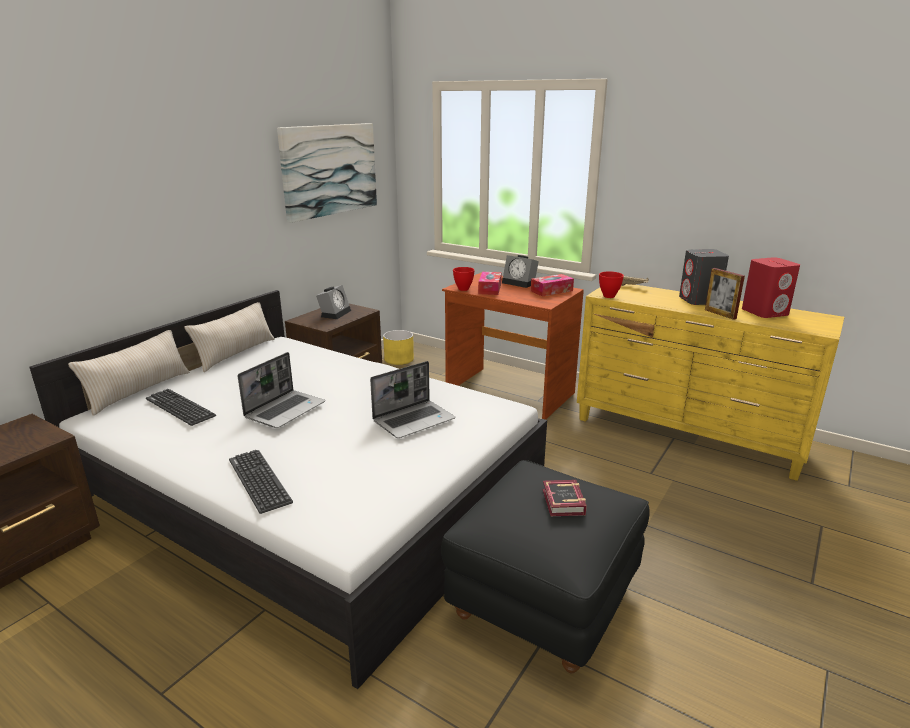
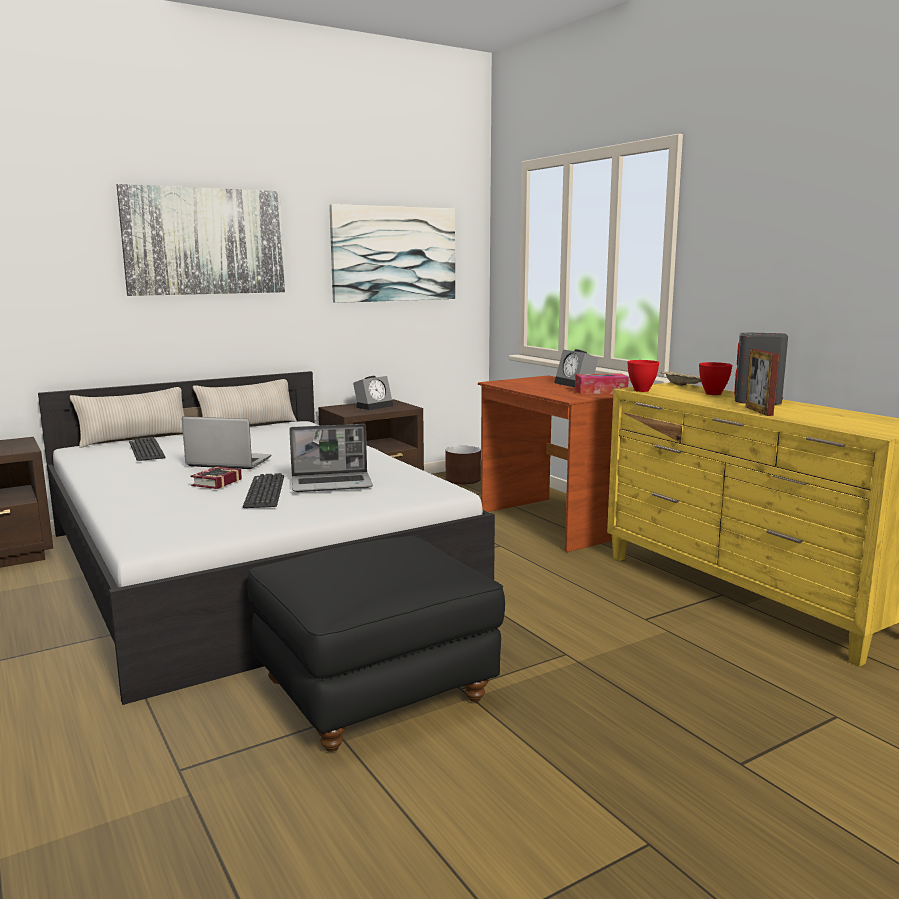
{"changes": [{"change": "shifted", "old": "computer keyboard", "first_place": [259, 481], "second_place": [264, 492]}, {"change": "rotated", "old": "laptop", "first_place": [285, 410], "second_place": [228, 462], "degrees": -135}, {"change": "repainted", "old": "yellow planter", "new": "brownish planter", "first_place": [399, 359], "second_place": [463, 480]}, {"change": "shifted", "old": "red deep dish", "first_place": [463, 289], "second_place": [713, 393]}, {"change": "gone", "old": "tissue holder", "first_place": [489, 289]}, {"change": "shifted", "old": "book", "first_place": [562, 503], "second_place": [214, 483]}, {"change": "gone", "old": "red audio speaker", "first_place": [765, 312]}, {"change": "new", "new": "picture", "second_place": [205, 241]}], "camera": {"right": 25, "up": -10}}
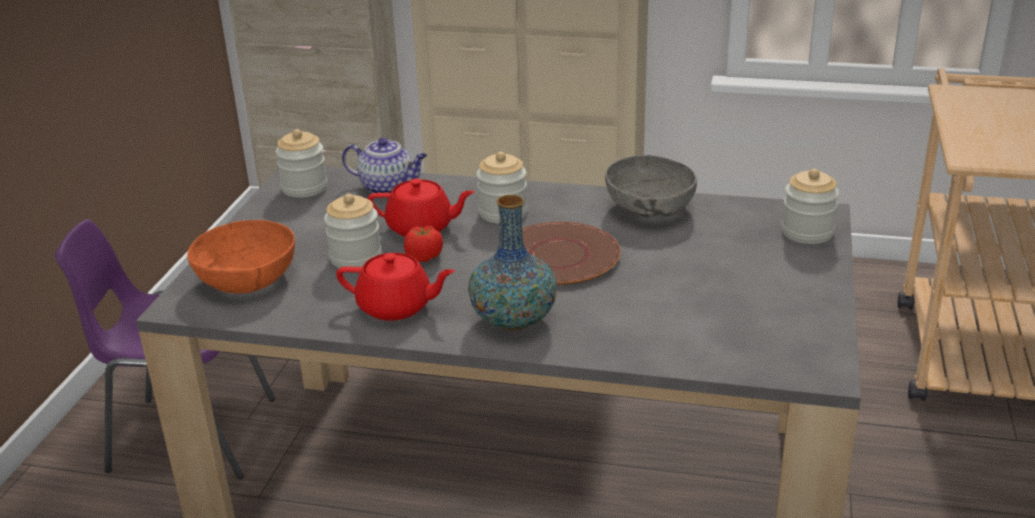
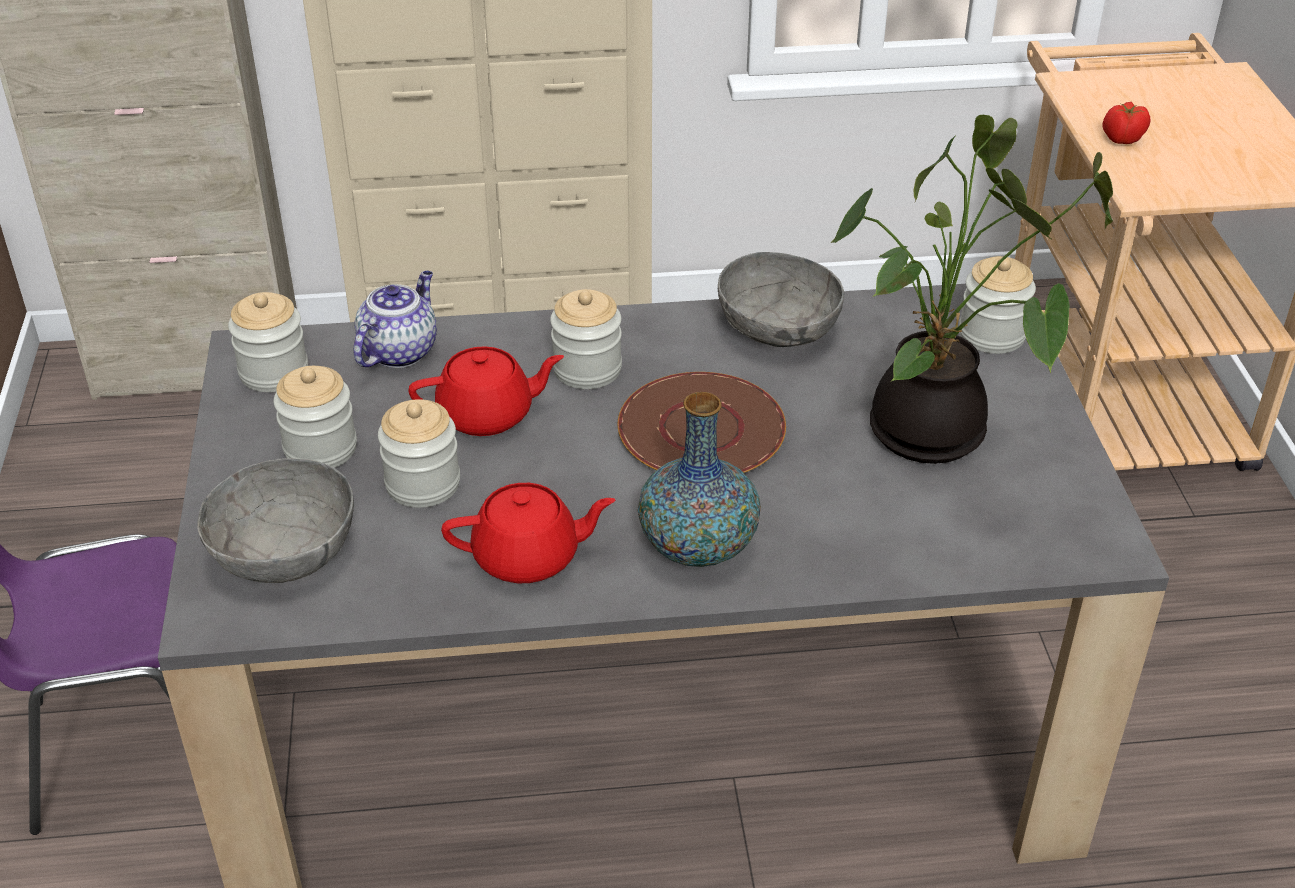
{"changes": [{"change": "repainted", "old": "orange-coloured deep dish", "new": "grey deep dish", "first_place": [247, 279], "second_place": [284, 552]}, {"change": "rotated", "old": "tea pot", "first_place": [388, 187], "second_place": [399, 351], "degrees": -60}, {"change": "shifted", "old": "whole tomato", "first_place": [424, 257], "second_place": [1122, 139]}, {"change": "new", "new": "jar", "second_place": [320, 449]}, {"change": "new", "new": "houseplant", "second_place": [935, 437]}], "camera": {"right": -20, "up": 10}}
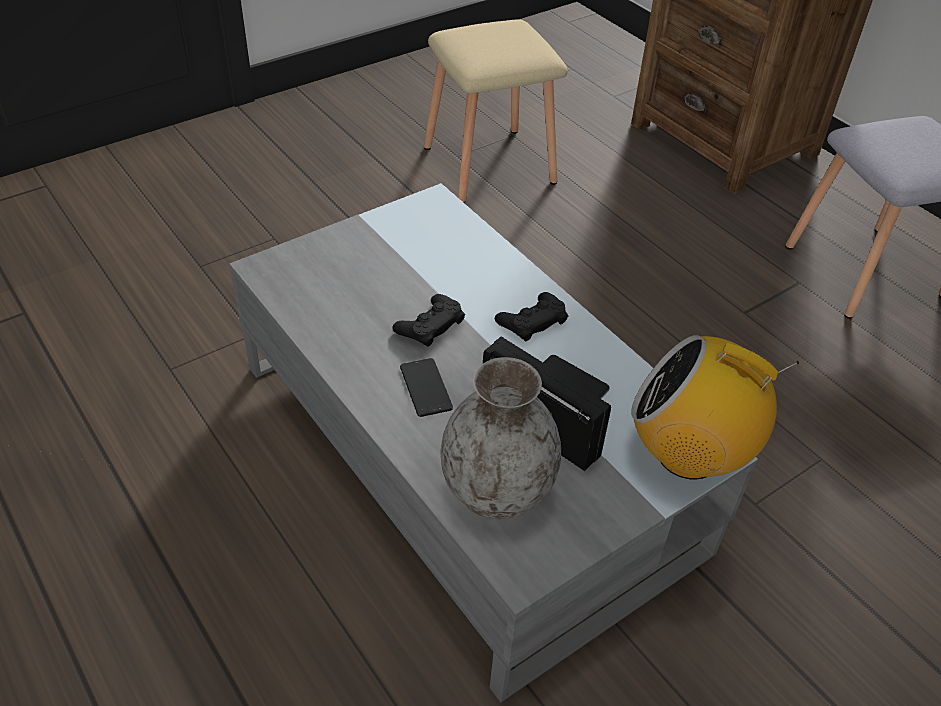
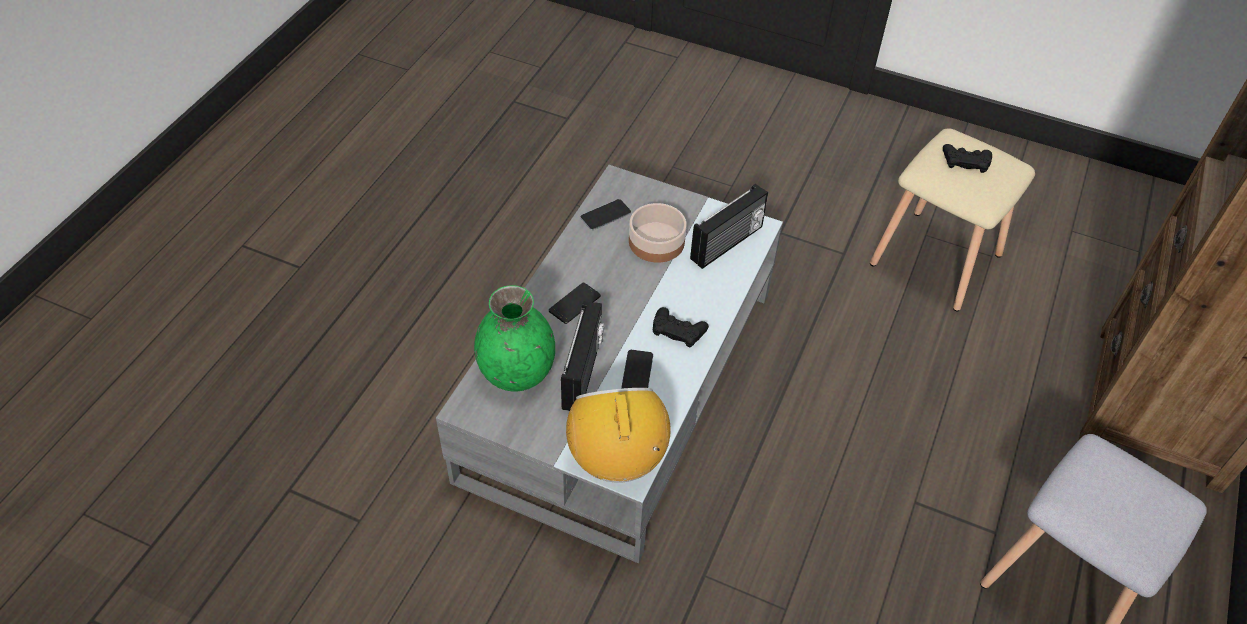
{"changes": [{"change": "shifted", "old": "black-coloured game controller", "first_place": [430, 325], "second_place": [966, 161]}, {"change": "repainted", "old": "grey vase", "new": "green vase", "first_place": [496, 491], "second_place": [516, 372]}, {"change": "new", "new": "phone", "second_place": [605, 215]}, {"change": "new", "new": "deep dish", "second_place": [657, 242]}, {"change": "new", "new": "radio receiver", "second_place": [728, 244]}], "camera": {"right": 60, "up": 5}}
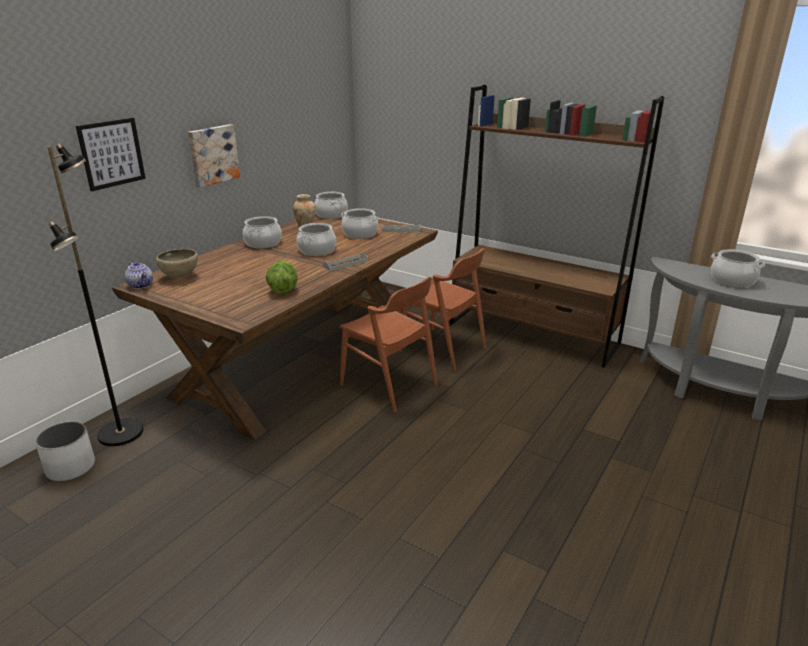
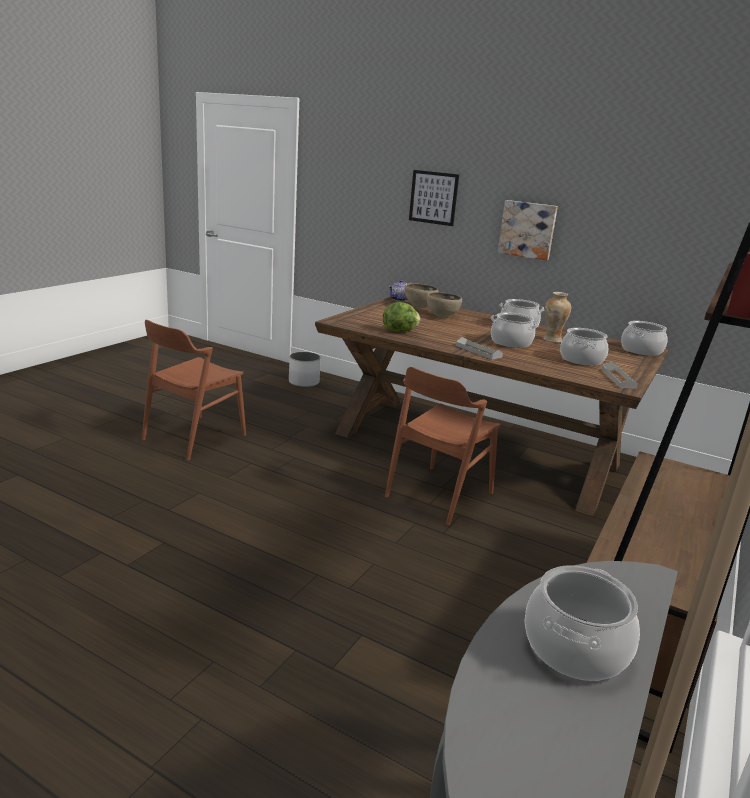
{"changes": [{"change": "gone", "old": "black-coloured standing lamp", "first_place": [122, 433]}, {"change": "shifted", "old": "brownish upright chair", "first_place": [443, 348], "second_place": [194, 437]}, {"change": "new", "new": "brownish deep dish", "second_place": [442, 317]}], "camera": {"right": 85, "up": -5}}
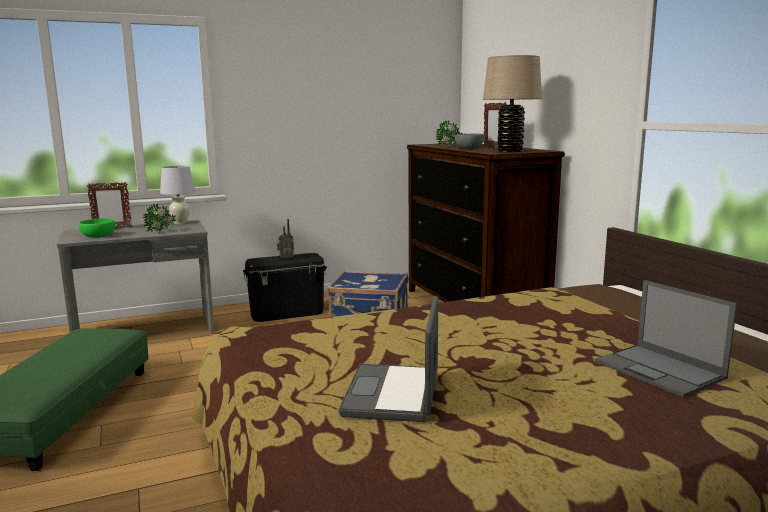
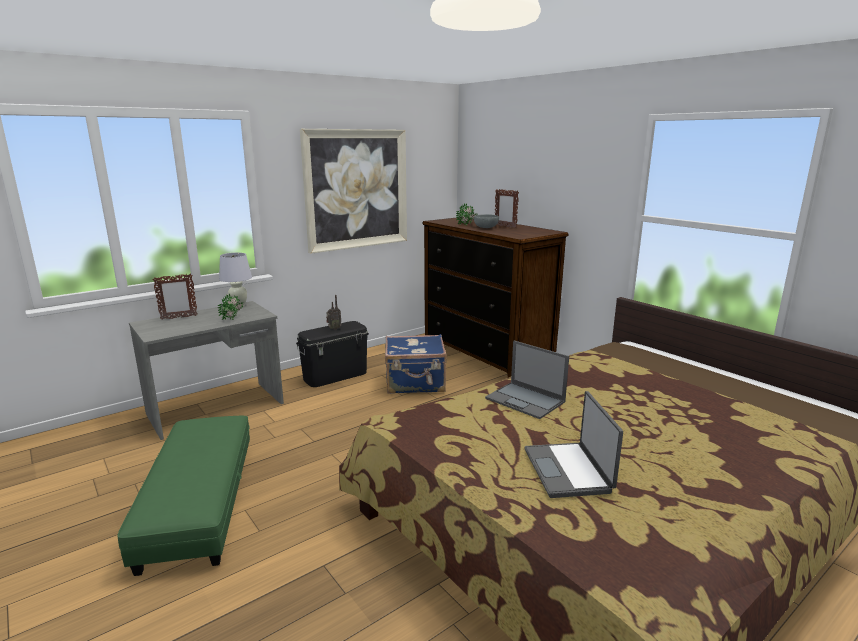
{"changes": [{"change": "gone", "old": "green deep dish", "first_place": [97, 236]}, {"change": "gone", "old": "beige-coloured lamp for a table", "first_place": [510, 151]}, {"change": "shifted", "old": "laptop", "first_place": [660, 370], "second_place": [526, 400]}, {"change": "new", "new": "picture", "second_place": [356, 189]}], "camera": {"right": -15, "up": 5}}
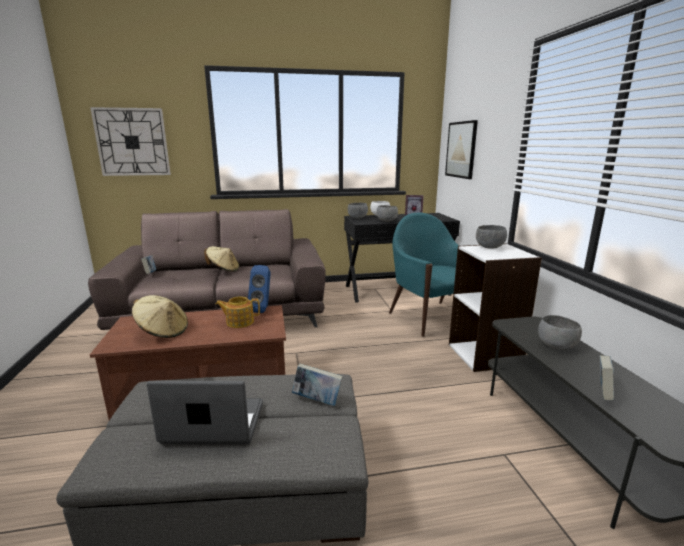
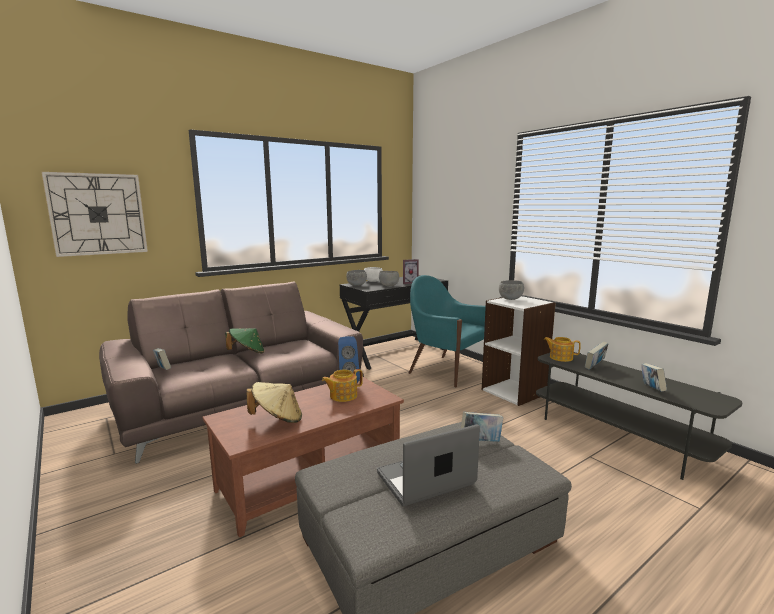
{"changes": [{"change": "repainted", "old": "beige-coloured wearable hat", "new": "green wearable hat", "first_place": [223, 270], "second_place": [247, 353]}, {"change": "gone", "old": "picture", "first_place": [461, 150]}, {"change": "swapped", "old": "grey deep dish", "new": "book", "first_place": [555, 346], "second_place": [595, 366]}, {"change": "new", "new": "tea pot", "second_place": [560, 357]}], "camera": {"right": -25, "up": -5}}
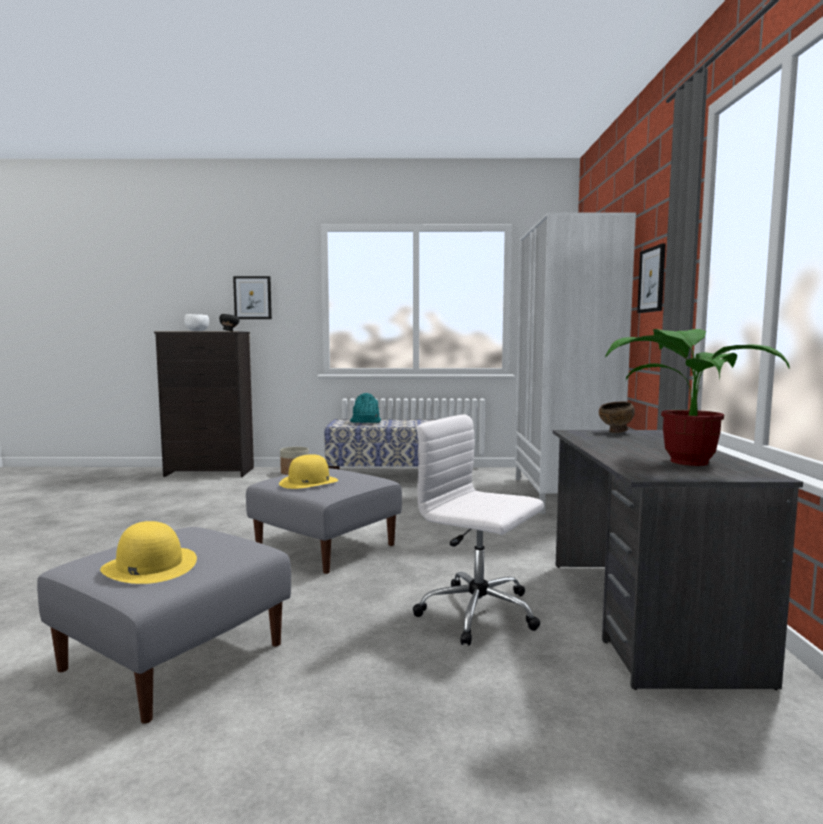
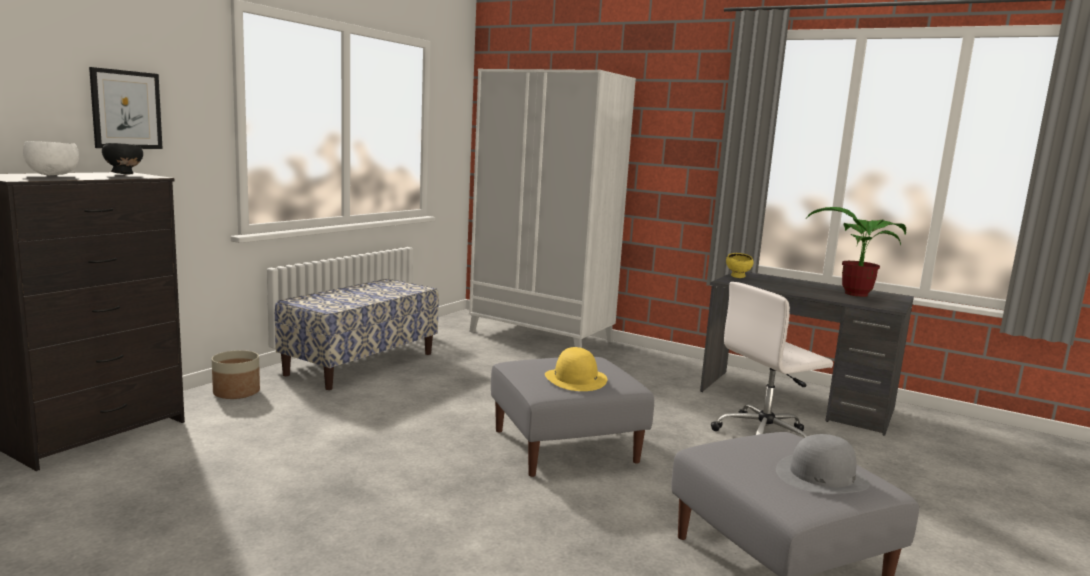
{"changes": [{"change": "repainted", "old": "yellow wearable hat", "new": "grey wearable hat", "first_place": [149, 566], "second_place": [821, 476]}, {"change": "gone", "old": "blue-green wearable hat", "first_place": [365, 422]}, {"change": "repainted", "old": "brownish deep dish", "new": "yellow deep dish", "first_place": [616, 432], "second_place": [738, 277]}, {"change": "gone", "old": "picture", "first_place": [652, 280]}], "camera": {"right": -60, "up": 5}}
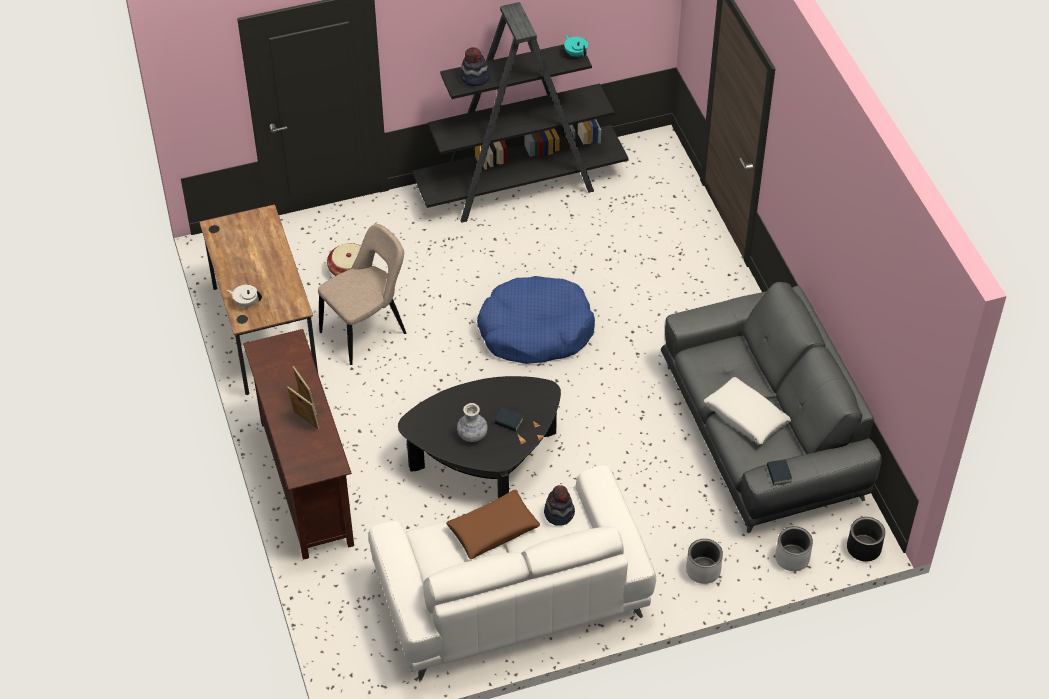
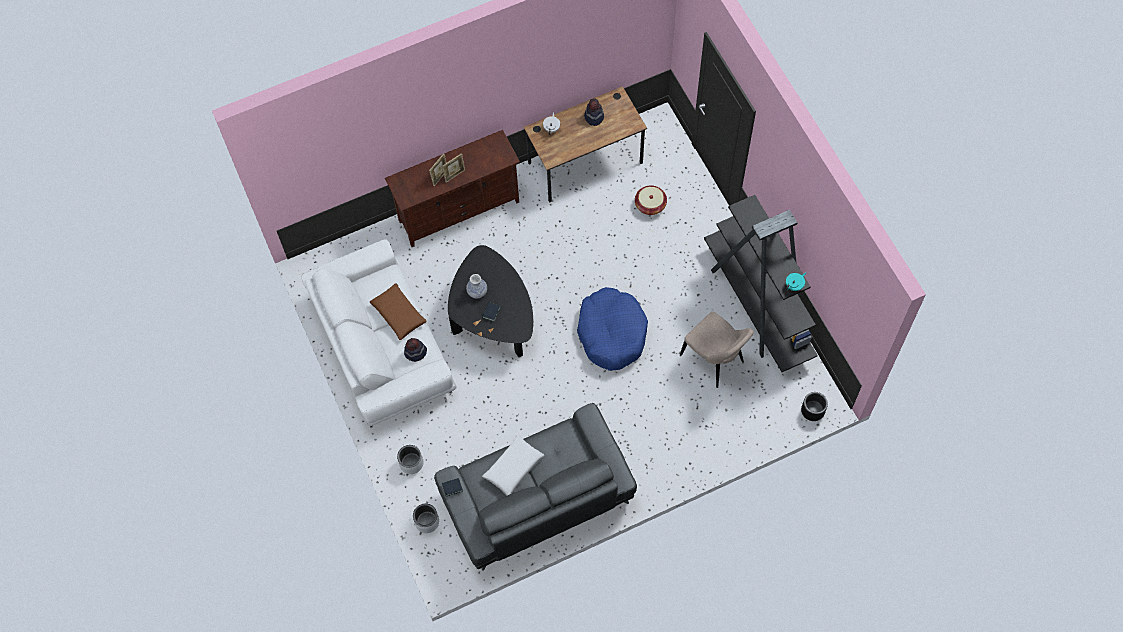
{"changes": [{"change": "shifted", "old": "beige-coloured upright chair", "first_place": [367, 331], "second_place": [714, 361]}, {"change": "shifted", "old": "wearable hat", "first_place": [474, 78], "second_place": [594, 117]}, {"change": "shifted", "old": "black-coloured planter", "first_place": [864, 548], "second_place": [813, 410]}], "camera": {"right": 85, "up": 15}}
